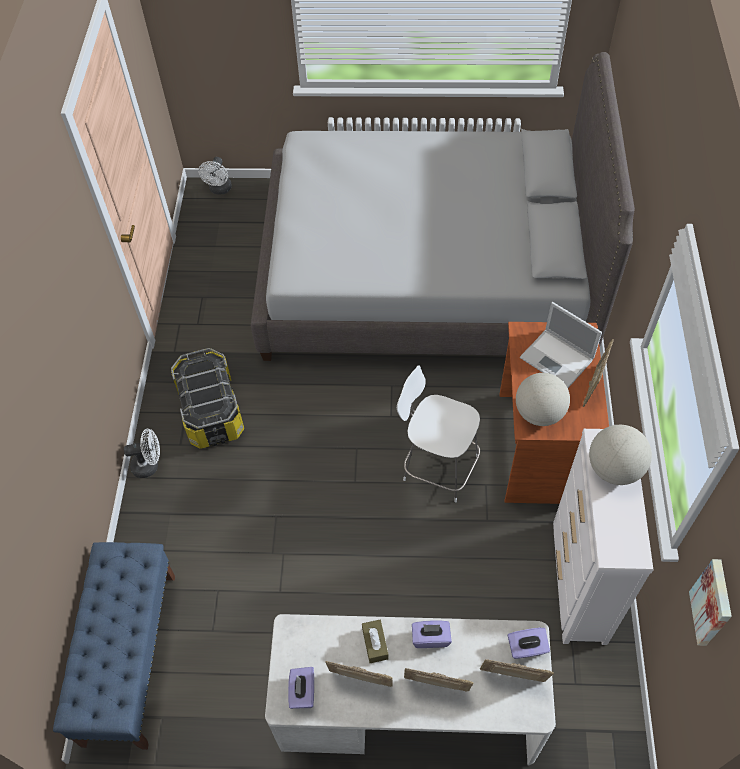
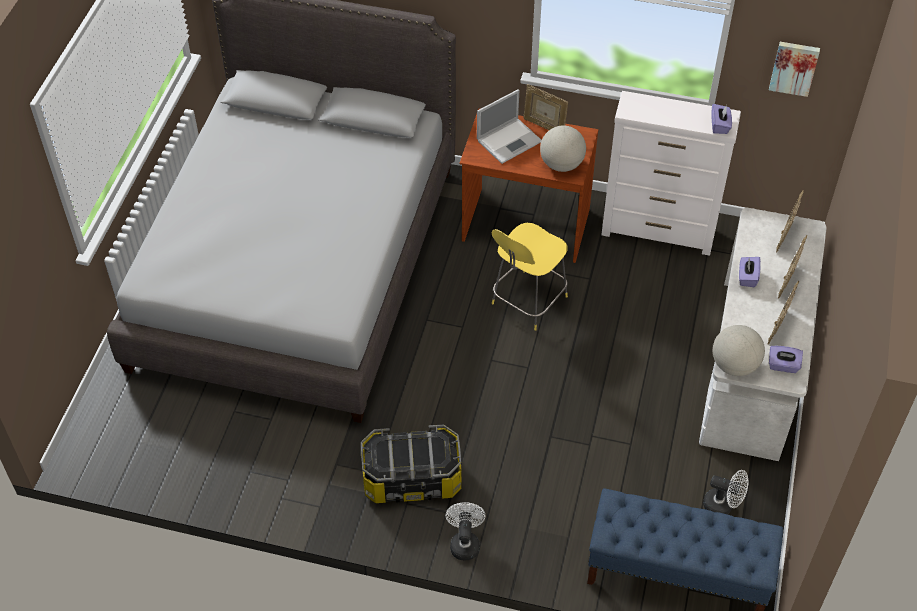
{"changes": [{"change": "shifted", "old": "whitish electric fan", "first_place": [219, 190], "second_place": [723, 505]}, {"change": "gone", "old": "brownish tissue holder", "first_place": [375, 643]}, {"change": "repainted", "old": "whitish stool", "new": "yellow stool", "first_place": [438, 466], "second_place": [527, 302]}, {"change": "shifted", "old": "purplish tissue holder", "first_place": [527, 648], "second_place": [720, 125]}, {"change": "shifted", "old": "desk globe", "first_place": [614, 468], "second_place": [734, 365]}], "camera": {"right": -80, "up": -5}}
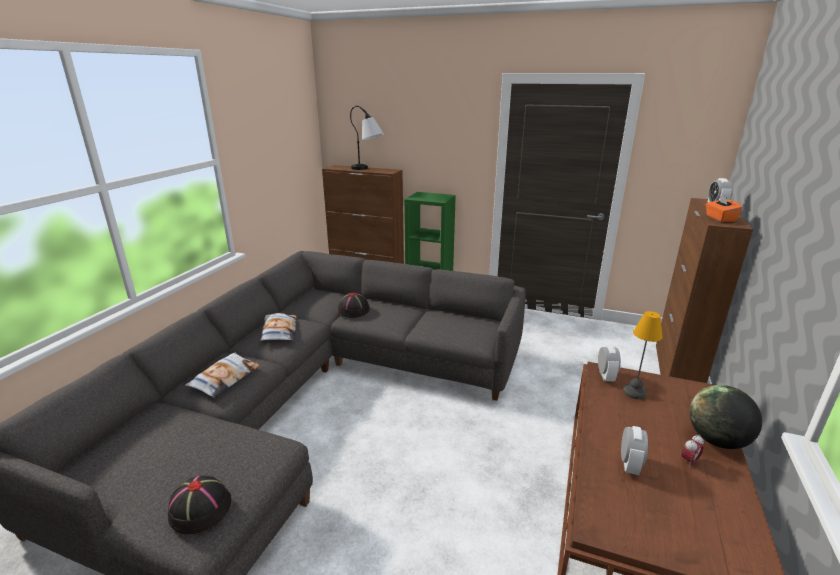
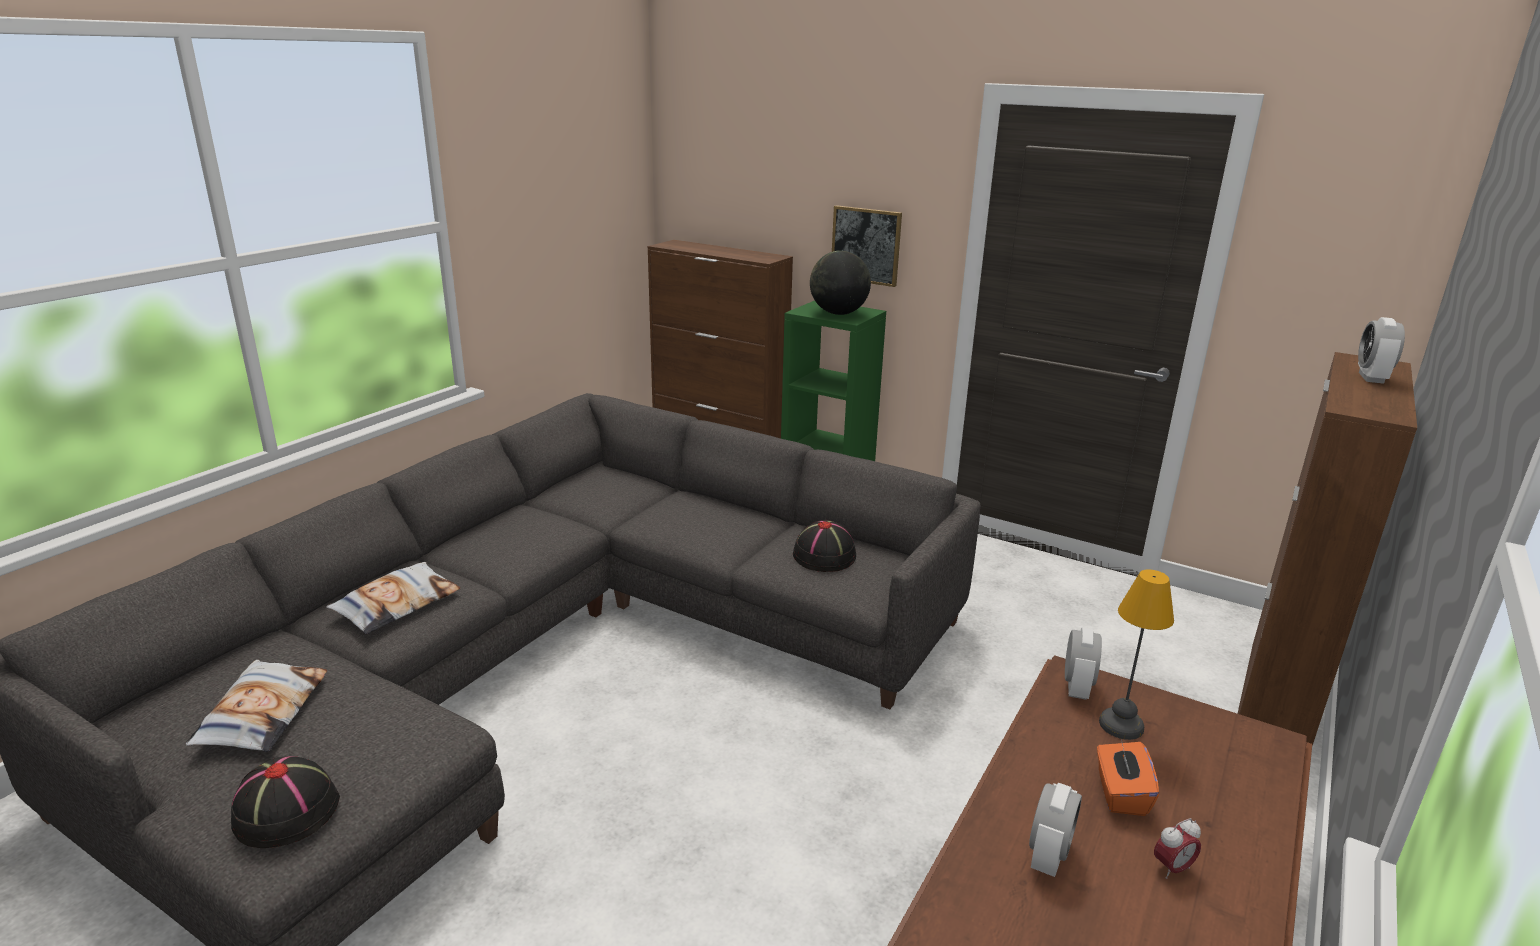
{"changes": [{"change": "shifted", "old": "throw pillow", "first_place": [279, 331], "second_place": [262, 714]}, {"change": "shifted", "old": "black-coloured wearable hat", "first_place": [354, 310], "second_place": [824, 556]}, {"change": "gone", "old": "lamp for a table", "first_place": [368, 169]}, {"change": "shifted", "old": "desk globe", "first_place": [716, 440], "second_place": [838, 313]}, {"change": "shifted", "old": "orange-coloured tissue holder", "first_place": [720, 218], "second_place": [1120, 794]}, {"change": "new", "new": "picture", "second_place": [866, 245]}], "camera": {"right": 10, "up": 0}}
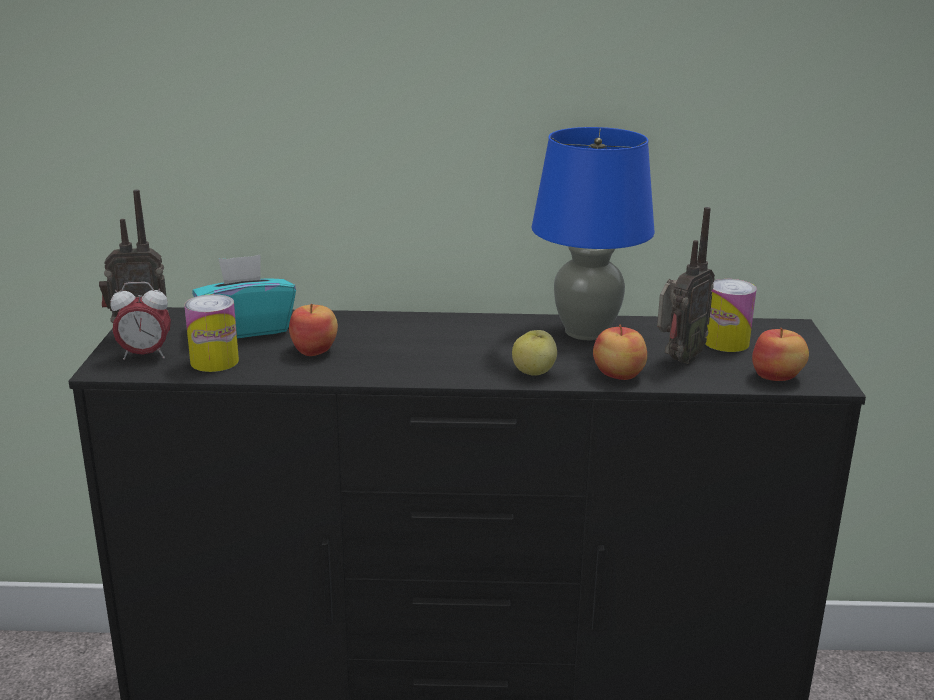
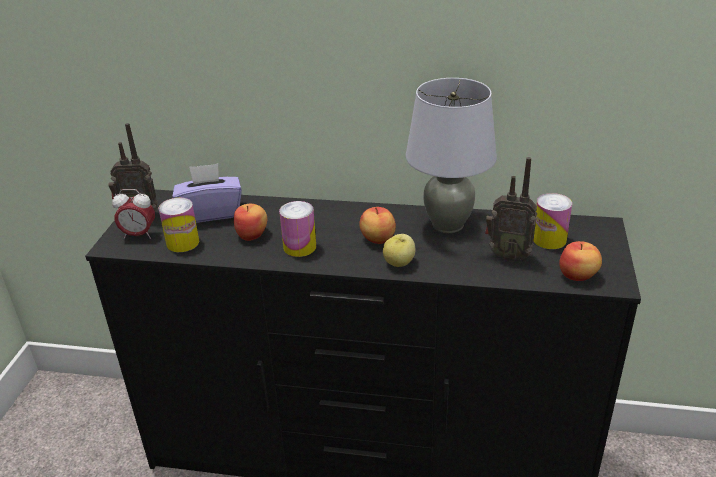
{"changes": [{"change": "repainted", "old": "blue-green tissue holder", "new": "purplish tissue holder", "first_place": [246, 329], "second_place": [211, 212]}, {"change": "repainted", "old": "blue lamp for a table", "new": "grey lamp for a table", "first_place": [585, 332], "second_place": [447, 225]}, {"change": "shifted", "old": "apple", "first_place": [618, 375], "second_place": [377, 239]}, {"change": "rotated", "old": "radio receiver", "first_place": [678, 359], "second_place": [507, 255], "degrees": 60}, {"change": "new", "new": "metal can", "second_place": [299, 247]}], "camera": {"right": 10, "up": 10}}
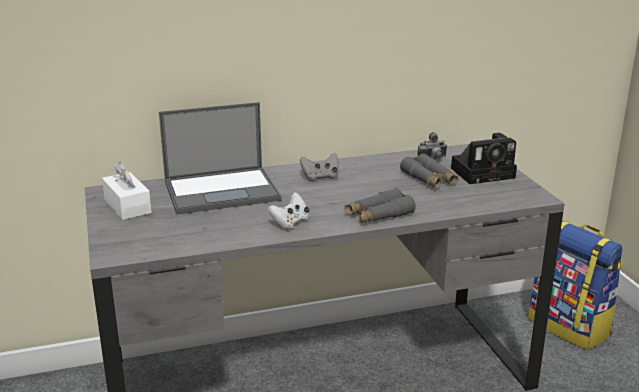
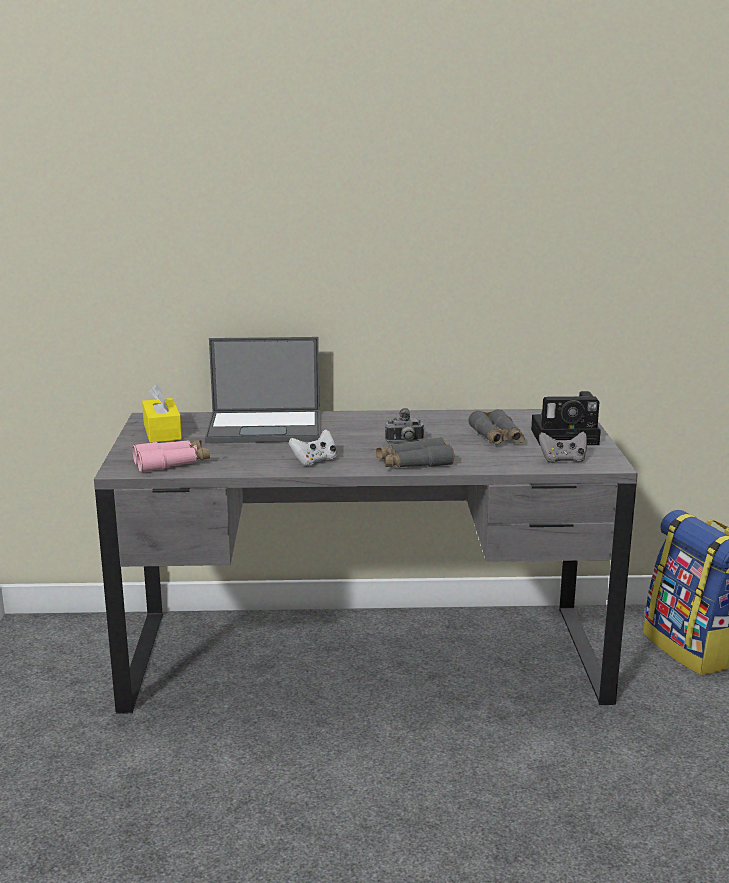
{"changes": [{"change": "repainted", "old": "whitish tissue holder", "new": "yellow tissue holder", "first_place": [127, 206], "second_place": [162, 432]}, {"change": "shifted", "old": "grey game controller", "first_place": [320, 177], "second_place": [563, 460]}, {"change": "shifted", "old": "still camera", "first_place": [433, 159], "second_place": [404, 442]}, {"change": "new", "new": "pinkish pair of binoculars", "second_place": [172, 463]}], "camera": {"right": 15, "up": -5}}
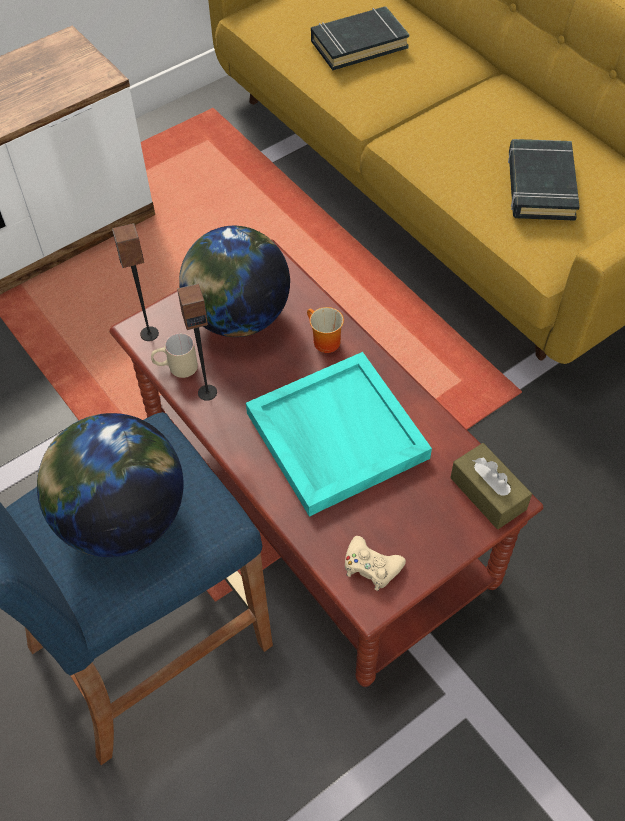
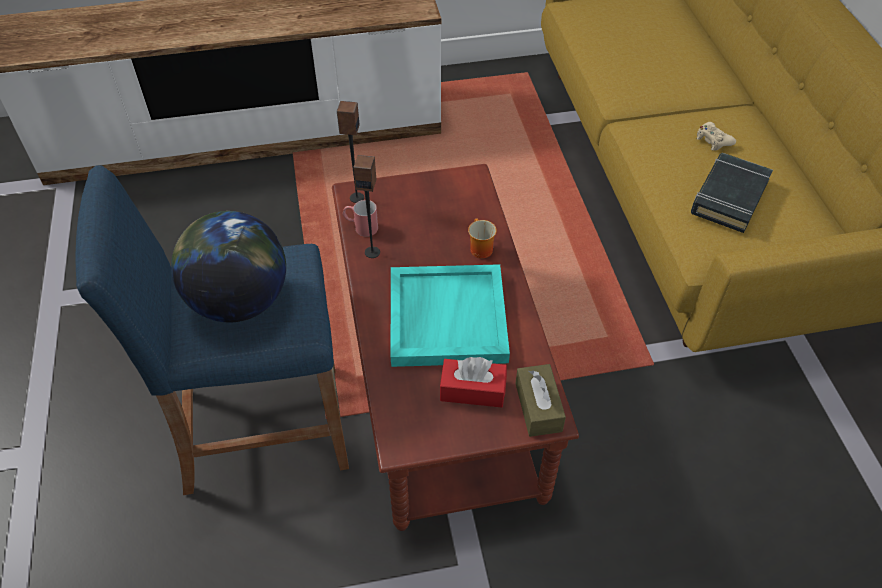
{"changes": [{"change": "repainted", "old": "beige-coloured coffee mug", "new": "red coffee mug", "first_place": [176, 367], "second_place": [361, 227]}, {"change": "gone", "old": "desk globe", "first_place": [238, 317]}, {"change": "gone", "old": "black-coloured book", "first_place": [358, 44]}, {"change": "shifted", "old": "beige-coloured game controller", "first_place": [371, 567], "second_place": [713, 140]}, {"change": "new", "new": "red tissue holder", "second_place": [472, 390]}], "camera": {"right": 25, "up": -5}}
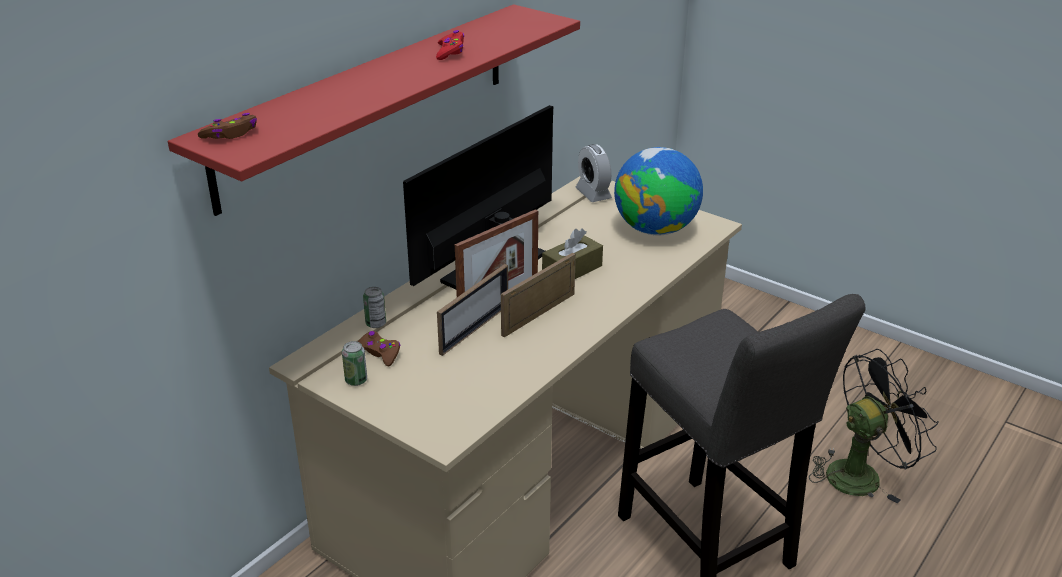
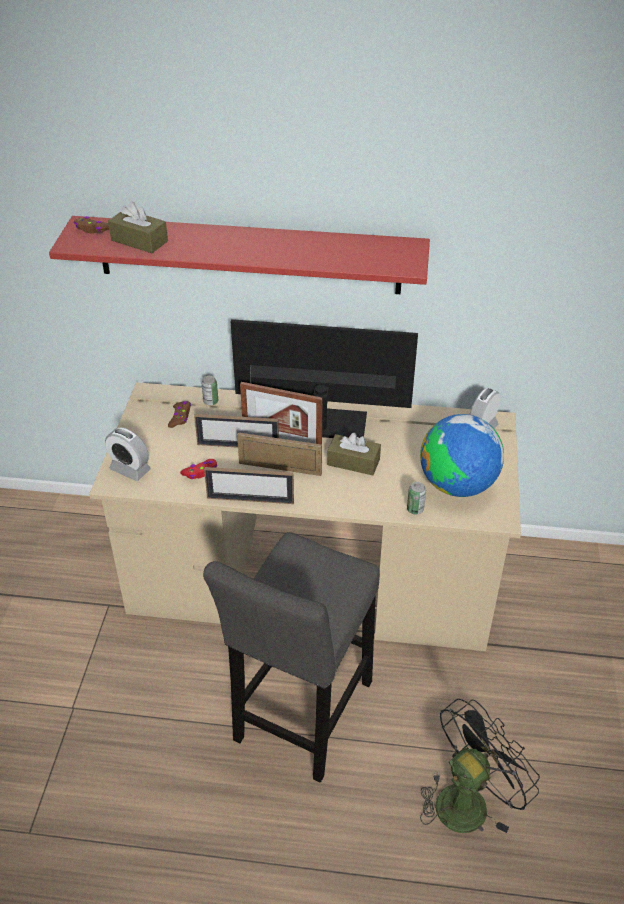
{"changes": [{"change": "shifted", "old": "metal can", "first_place": [356, 380], "second_place": [415, 509]}, {"change": "shifted", "old": "red game controller", "first_place": [450, 52], "second_place": [200, 472]}, {"change": "rotated", "old": "black-coloured electric fan", "first_place": [861, 473], "second_place": [468, 799], "degrees": -75}, {"change": "new", "new": "alarm clock", "second_place": [130, 469]}, {"change": "new", "new": "brownish tissue holder", "second_place": [139, 241]}, {"change": "new", "new": "picture frame", "second_place": [250, 500]}], "camera": {"right": 60, "up": 10}}
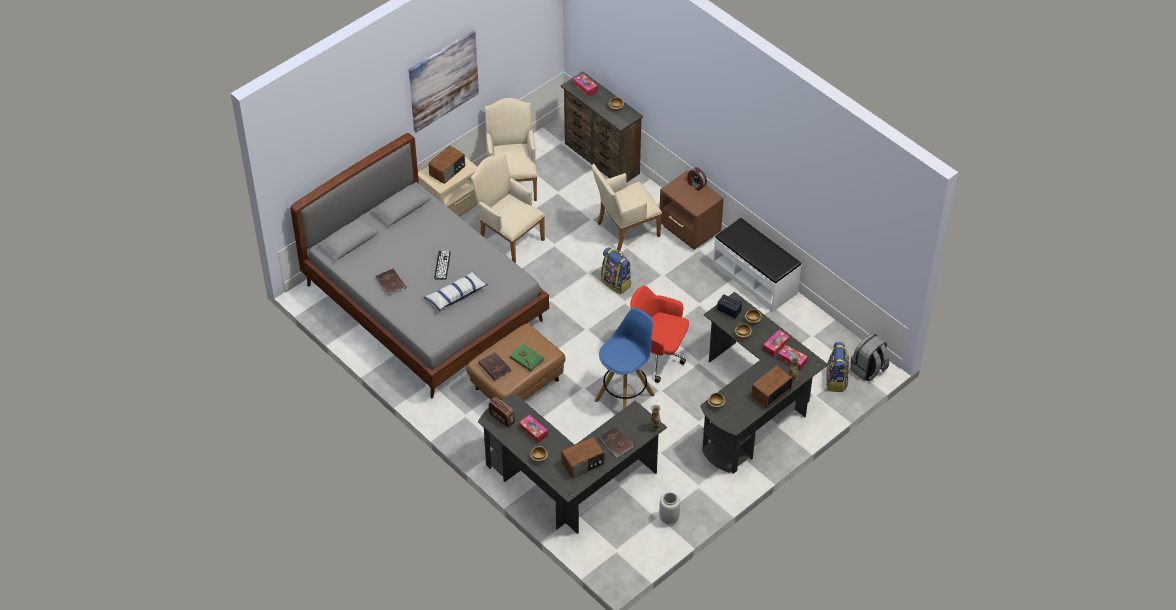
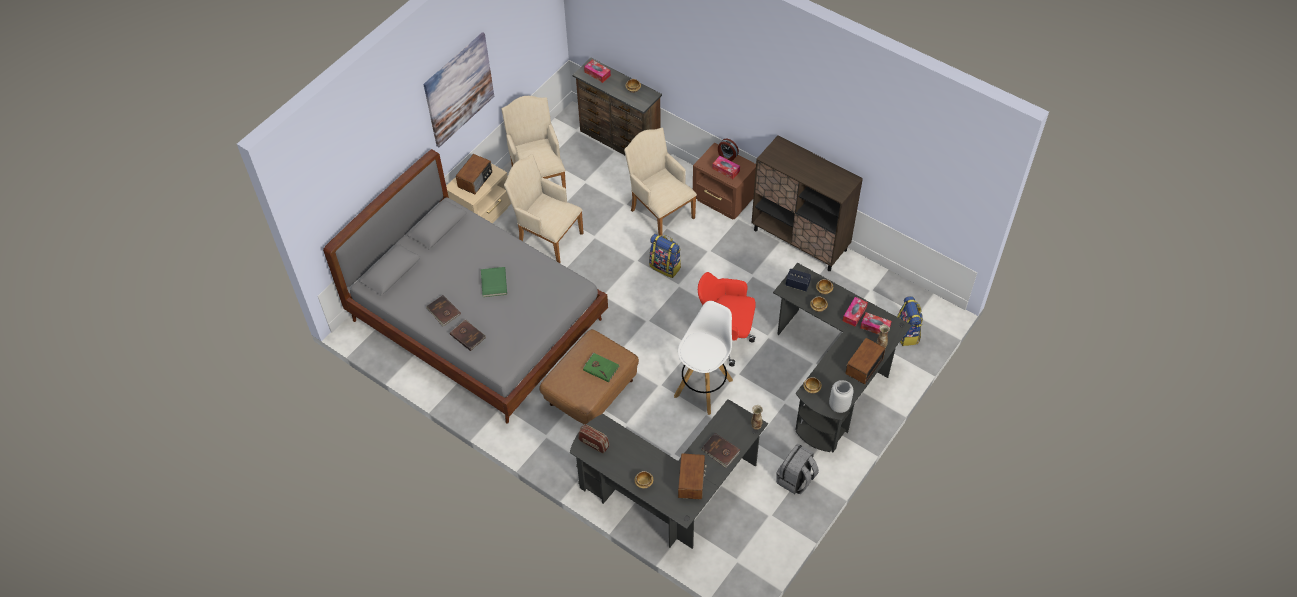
{"changes": [{"change": "gone", "old": "throw pillow", "first_place": [456, 295]}, {"change": "swapped", "old": "computer keyboard", "new": "green book", "first_place": [442, 265], "second_place": [493, 283]}, {"change": "shifted", "old": "brownish book", "first_place": [495, 366], "second_place": [468, 335]}, {"change": "shifted", "old": "tissue holder", "first_place": [533, 431], "second_place": [726, 170]}, {"change": "rotated", "old": "radio receiver", "first_place": [583, 464], "second_place": [692, 481], "degrees": -45}, {"change": "rotated", "old": "beige-coloured easy chair", "first_place": [624, 231], "second_place": [660, 211], "degrees": 90}, {"change": "repainted", "old": "blue stool", "new": "whitish stool", "first_place": [625, 397], "second_place": [704, 387]}, {"change": "shifted", "old": "grey vase", "first_place": [669, 517], "second_place": [839, 405]}, {"change": "swapped", "old": "whitish indoor bench", "new": "brownish cupboard", "first_place": [755, 279], "second_place": [800, 240]}, {"change": "shifted", "old": "grey rucksack", "first_place": [868, 370], "second_place": [796, 480]}], "camera": {"right": -10, "up": 5}}
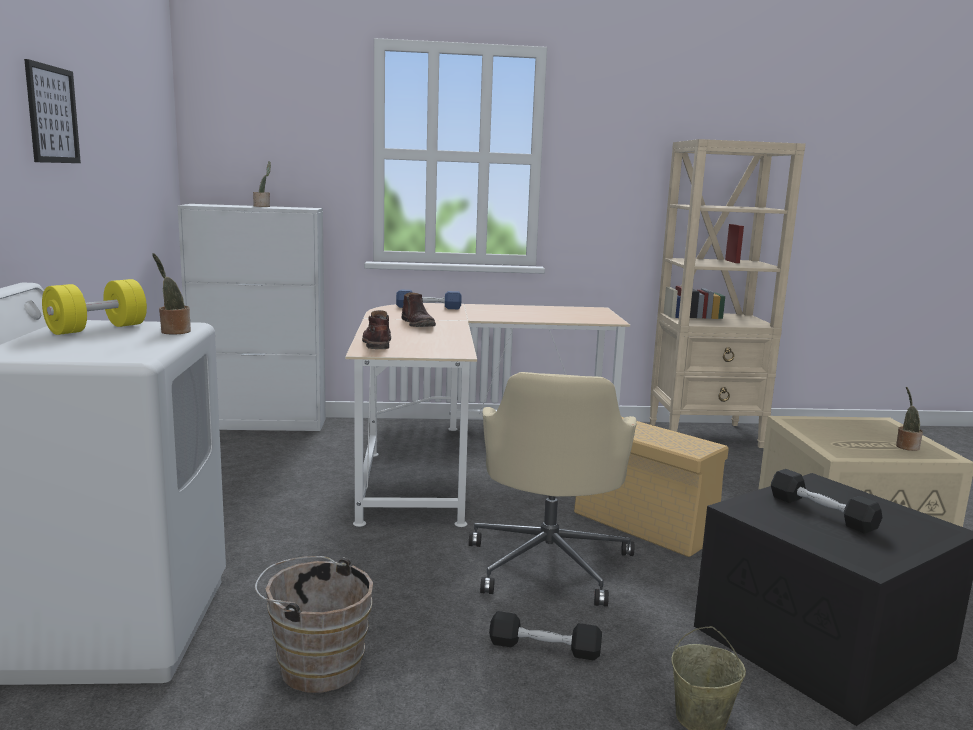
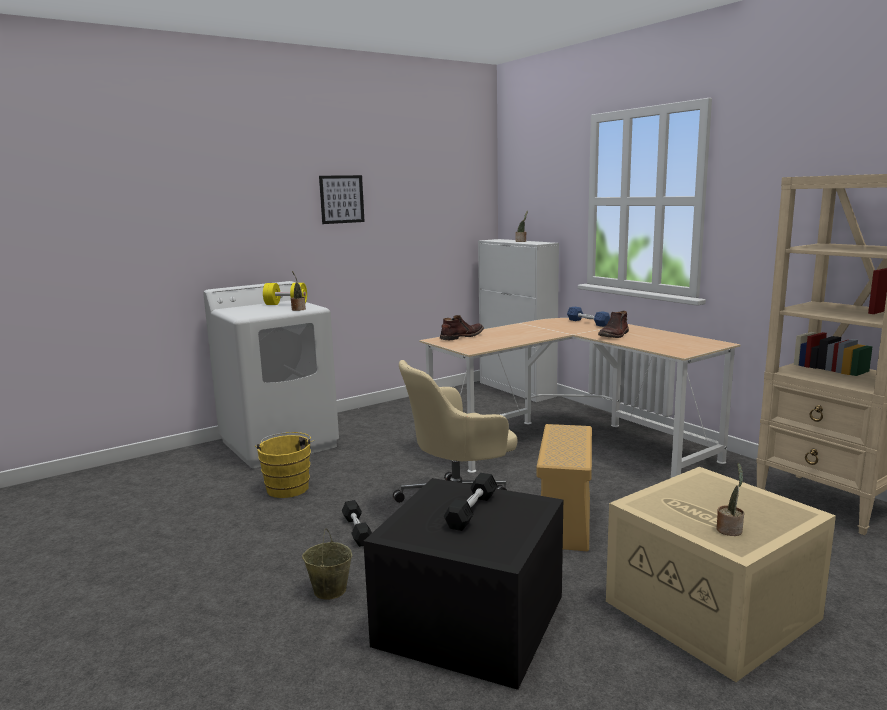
{"changes": [{"change": "repainted", "old": "brownish water bucket", "new": "yellow water bucket", "first_place": [315, 665], "second_place": [288, 487]}, {"change": "shifted", "old": "brownish boot", "first_place": [418, 324], "second_place": [614, 335]}], "camera": {"right": 60, "up": 0}}
